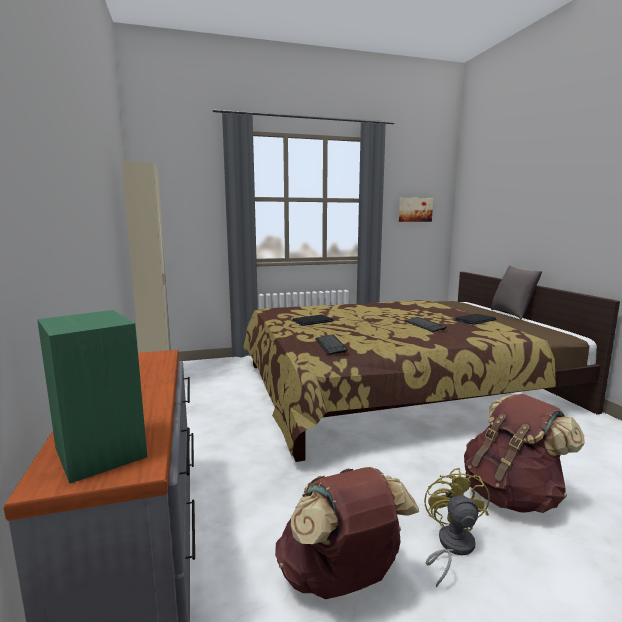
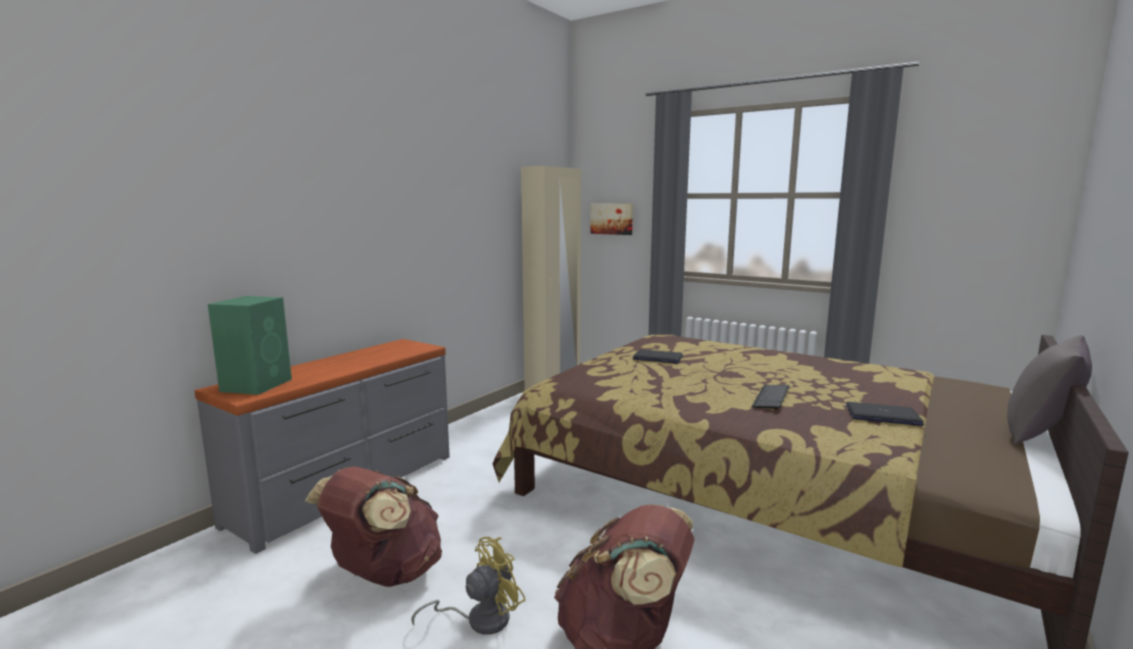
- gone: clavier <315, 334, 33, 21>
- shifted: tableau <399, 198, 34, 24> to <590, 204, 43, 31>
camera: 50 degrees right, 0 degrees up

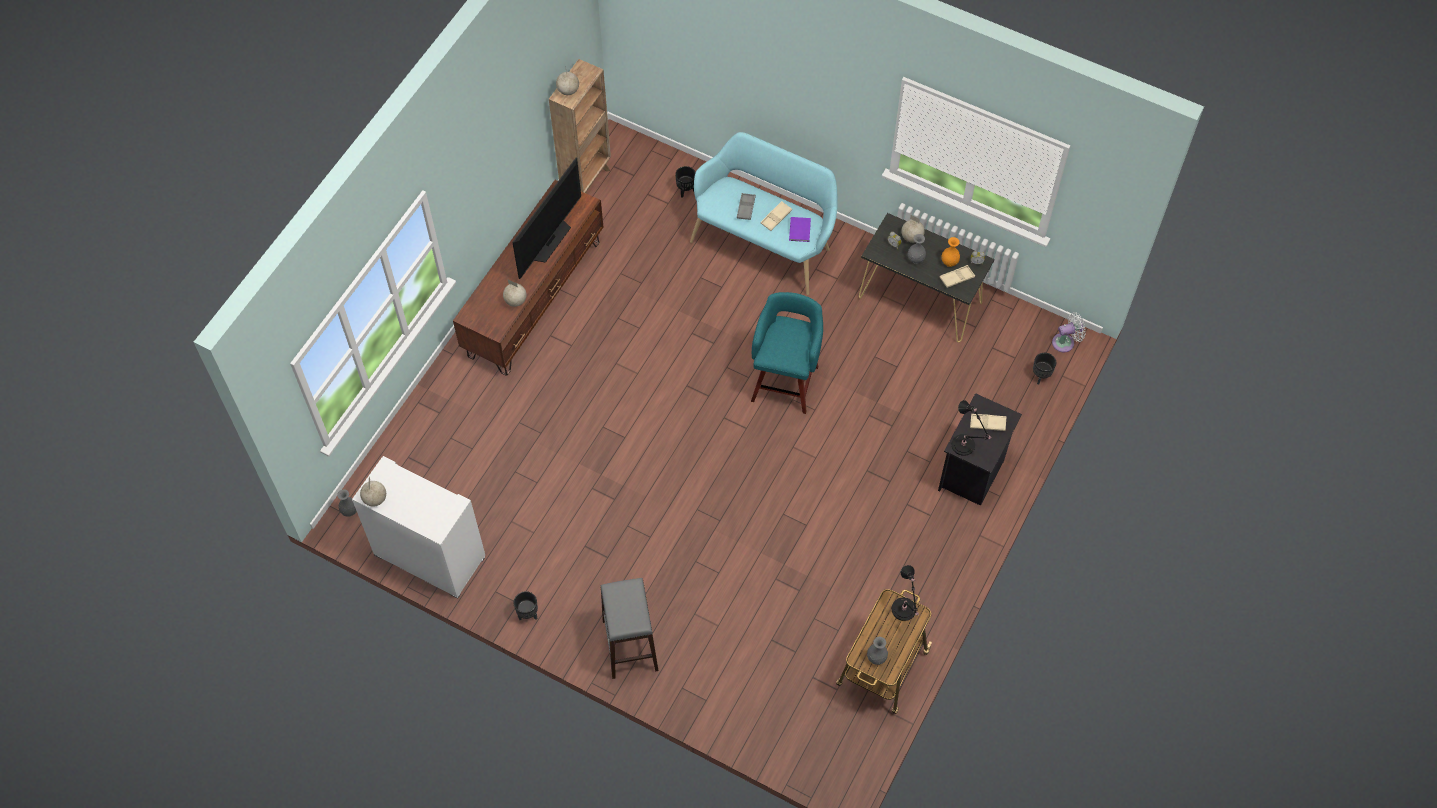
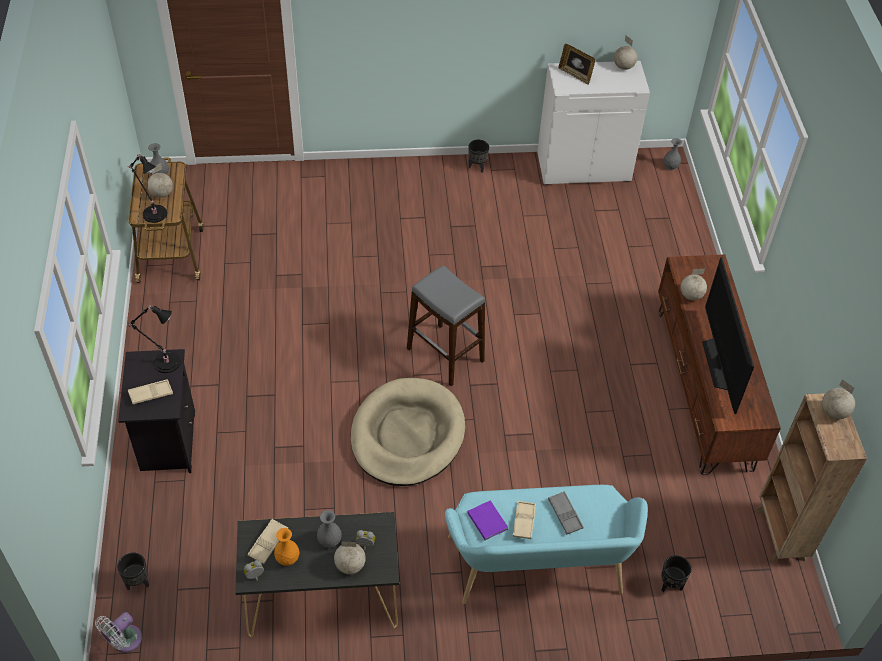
- shifted: tabouret/gris <600, 578, 58, 101> to <407, 265, 78, 121>
- swapped: tabouret/turquoise <751, 292, 72, 122> to panier pour chien/beige <351, 378, 114, 108>
- new: globe <147, 163, 26, 35>
- new: cadre photo <558, 44, 37, 41>
camera: 145 degrees right, 10 degrees down

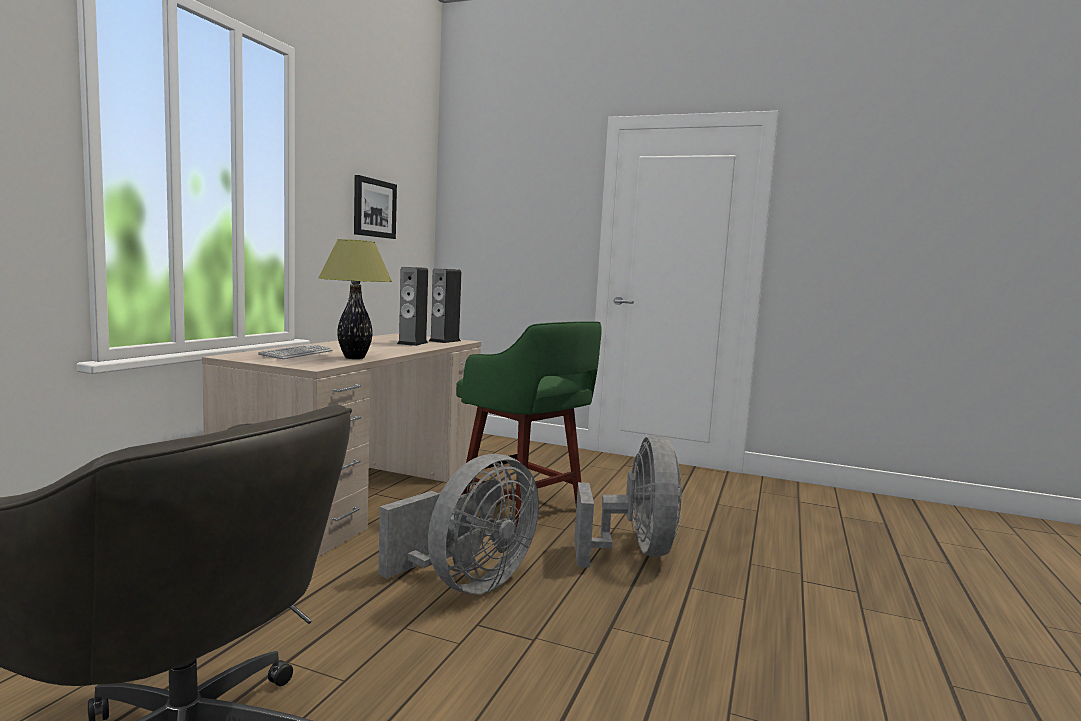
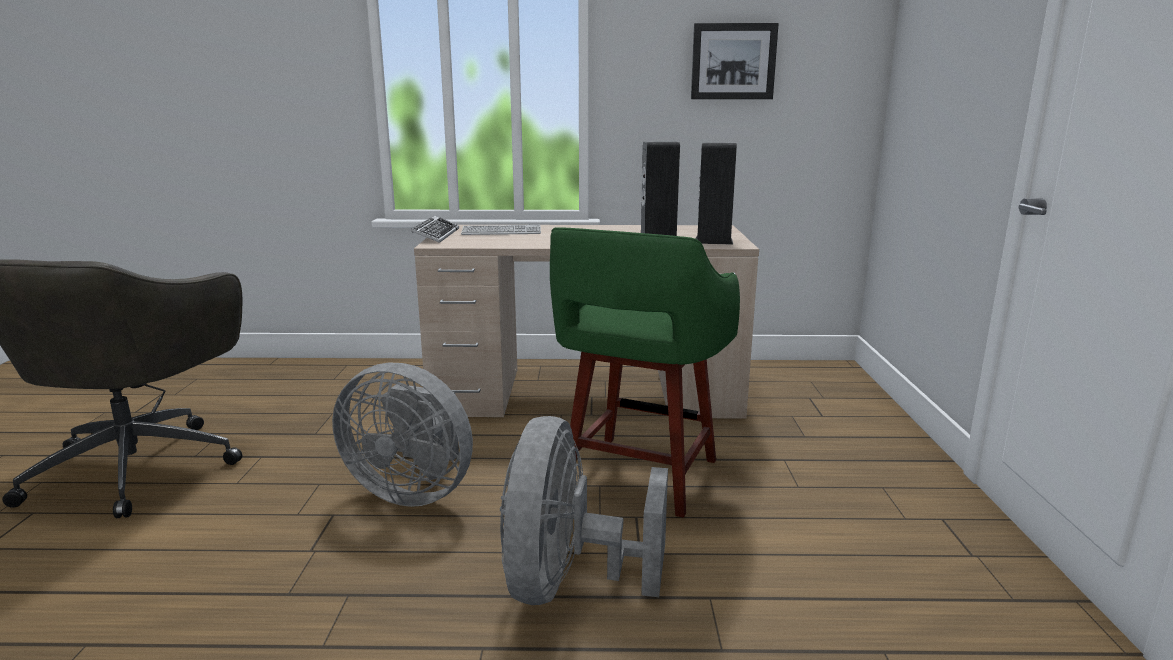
- gone: lampe de table <318, 239, 74, 120>
- rotated: ventilateur/gris <574, 435, 109, 133> = <500, 416, 168, 189> 120 degrees clockwise
- new: clavier <411, 216, 48, 27>
camera: 70 degrees right, 10 degrees up

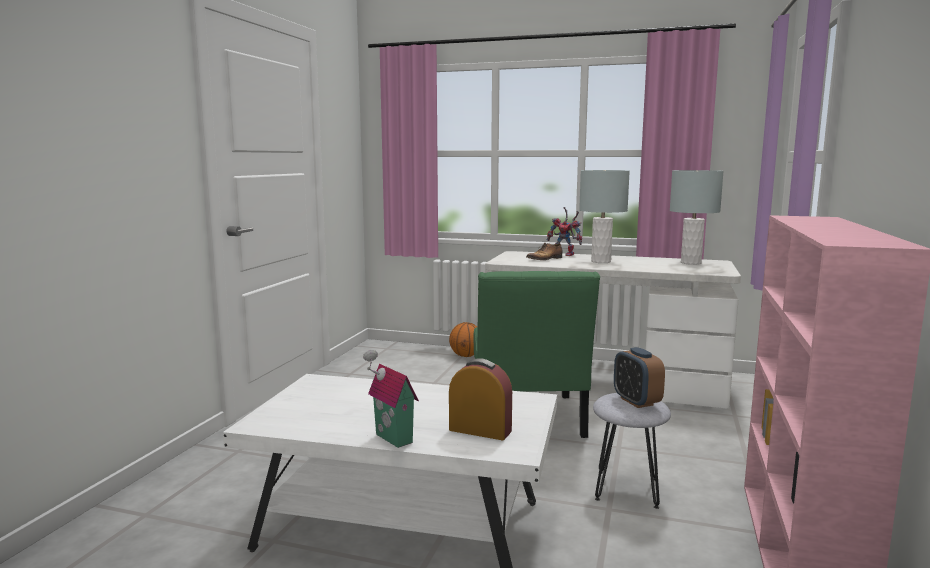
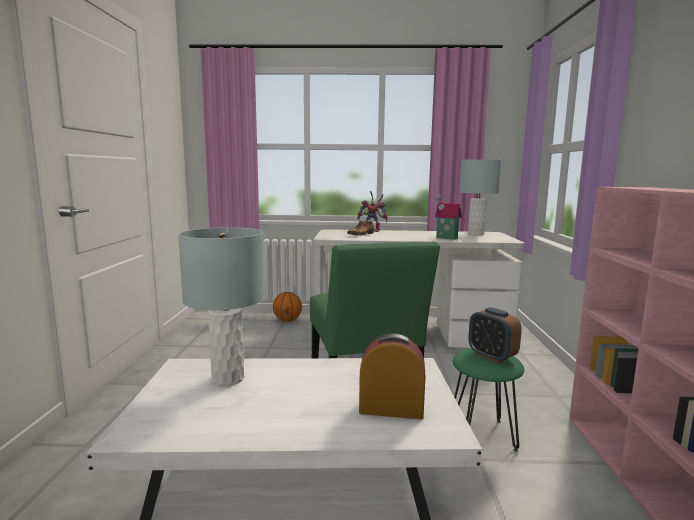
- shifted: maison miniature <363, 350, 56, 98> to <435, 194, 27, 46>
- shifted: lampe de table/gris <579, 170, 51, 93> to <178, 227, 87, 159>
- repainted: tabouret/gris <593, 393, 78, 116> to tabouret/vert <453, 348, 71, 104>
camera: 15 degrees left, 0 degrees up

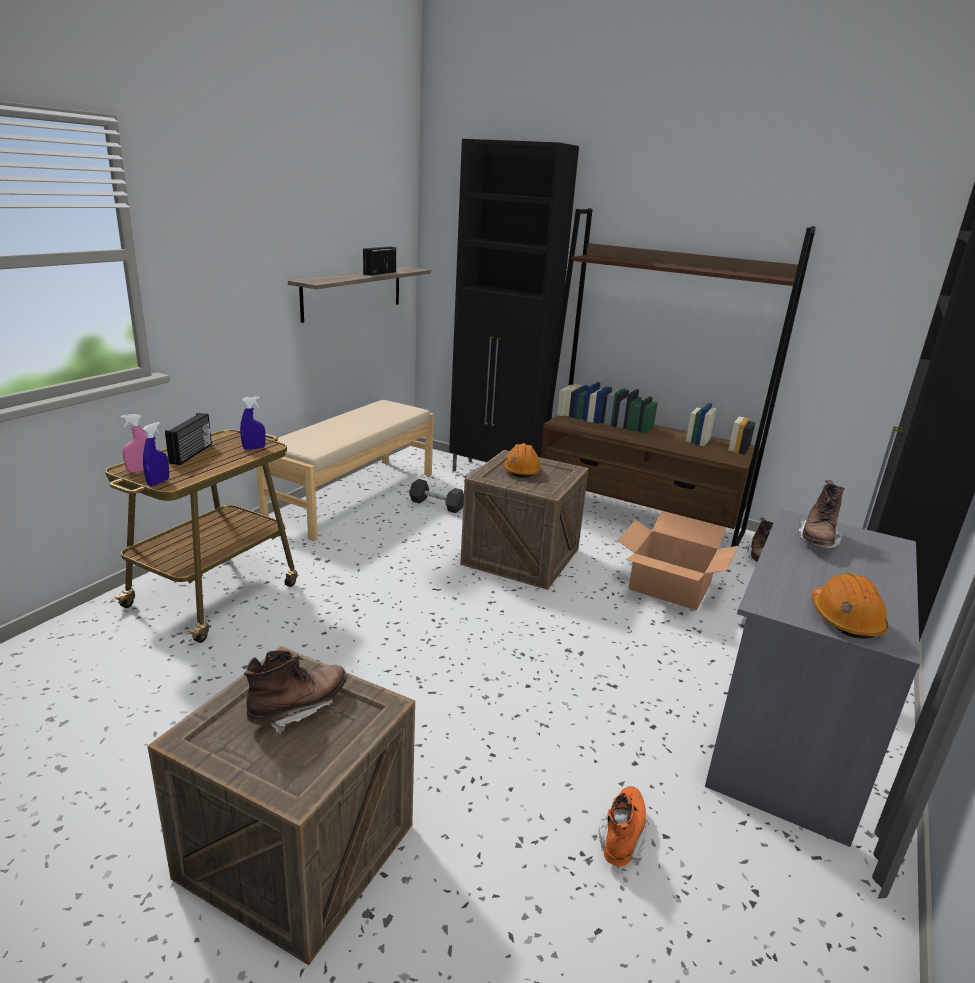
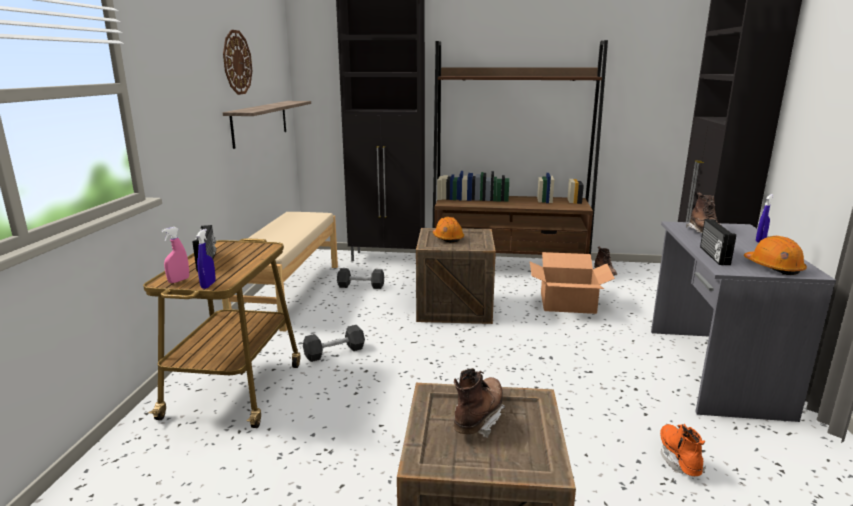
- shifted: vaporisateur/bleu <240, 396, 26, 54> to <756, 194, 17, 48>
- shifted: radio <363, 246, 33, 29> to <700, 219, 36, 46>
- new: horloge murale <223, 30, 29, 65>
- new: haltère/noir <303, 325, 62, 37>
camera: 20 degrees left, 5 degrees down

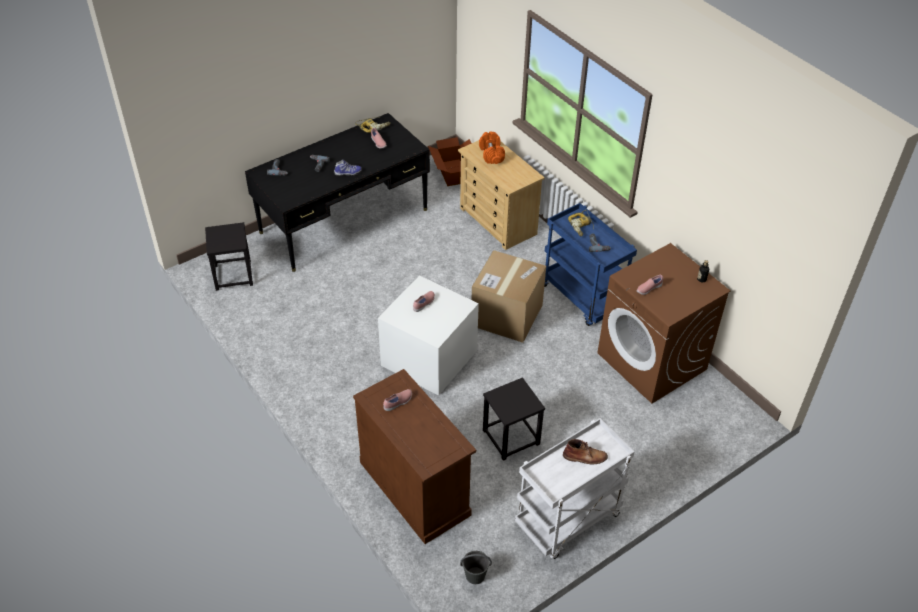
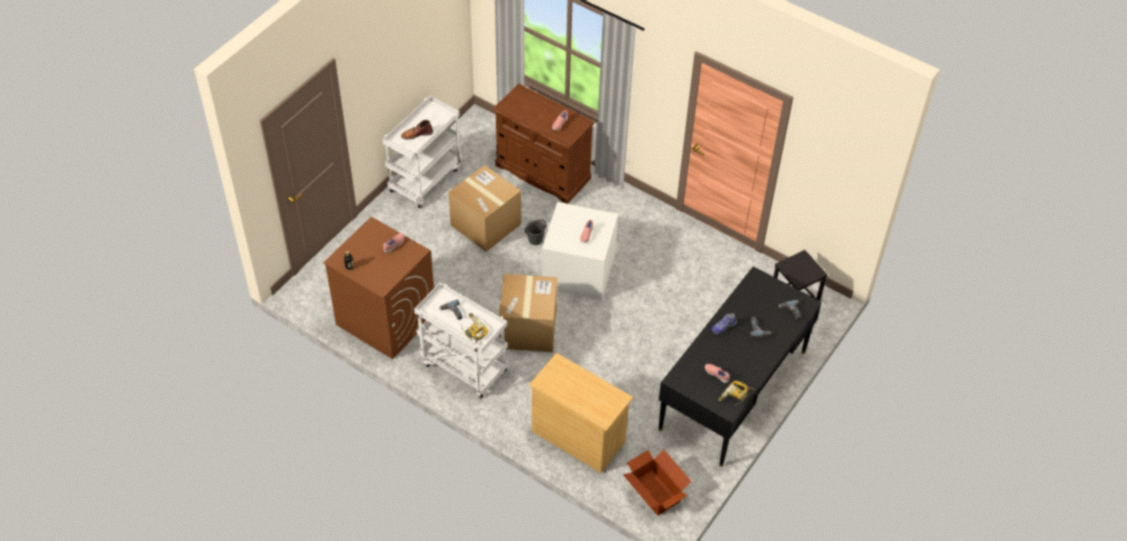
- shifted: seau/gris <460, 551, 32, 33> to <525, 219, 22, 26>
- gone: haltère/orange <479, 131, 26, 33>
- swapped: tabouret/noir <483, 378, 62, 83> to carton <448, 165, 73, 87>
- repainted: chariot/bleu <544, 203, 93, 123> to chariot/blanc <414, 283, 94, 115>
camera: 160 degrees right, 5 degrees up

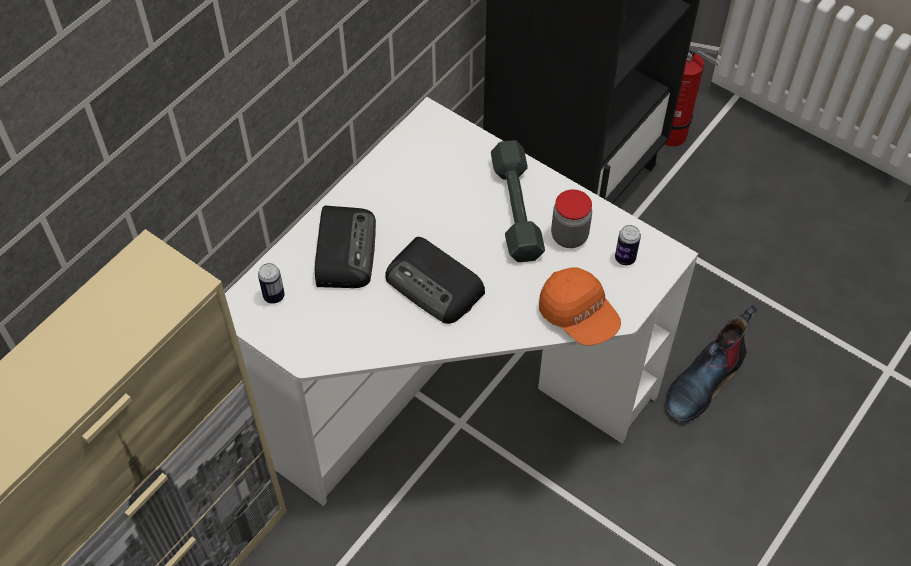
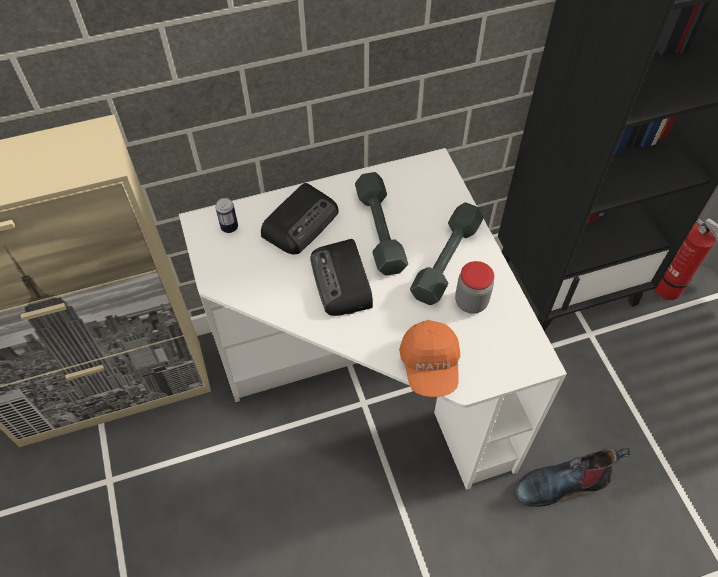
- gone: boîte métallique <615, 225, 26, 40>
- new: haltère/gris <355, 172, 53, 104>
camera: 35 degrees right, 0 degrees up

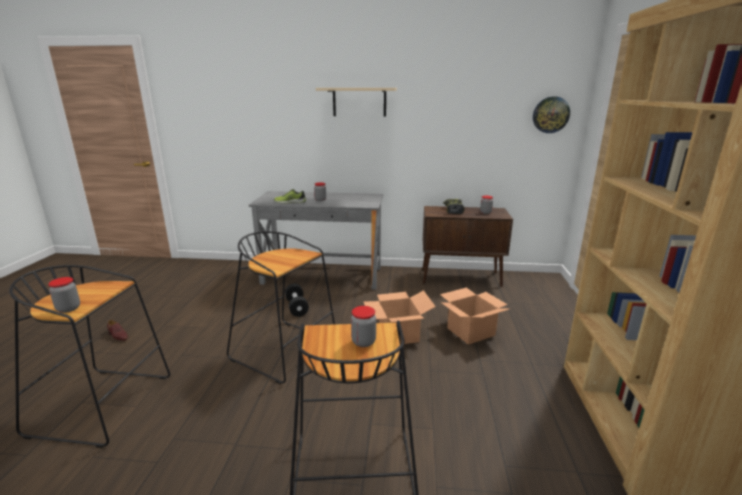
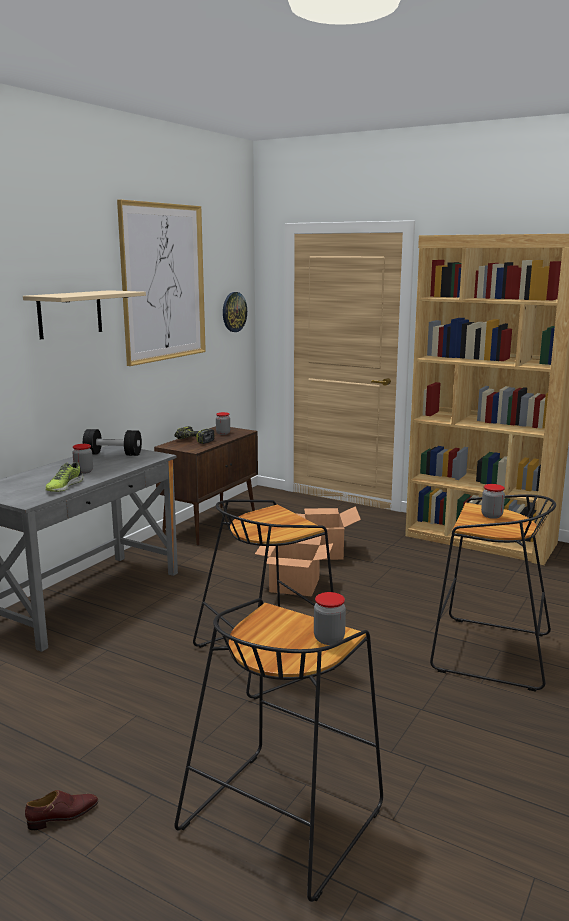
- shifted: haltère/noir <285, 283, 24, 34> to <83, 429, 59, 27>
- new: tableau <117, 200, 89, 166>
camera: 65 degrees left, 5 degrees down

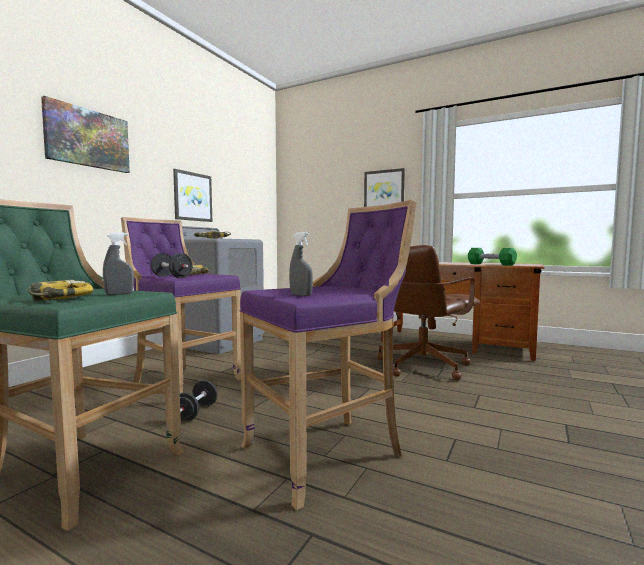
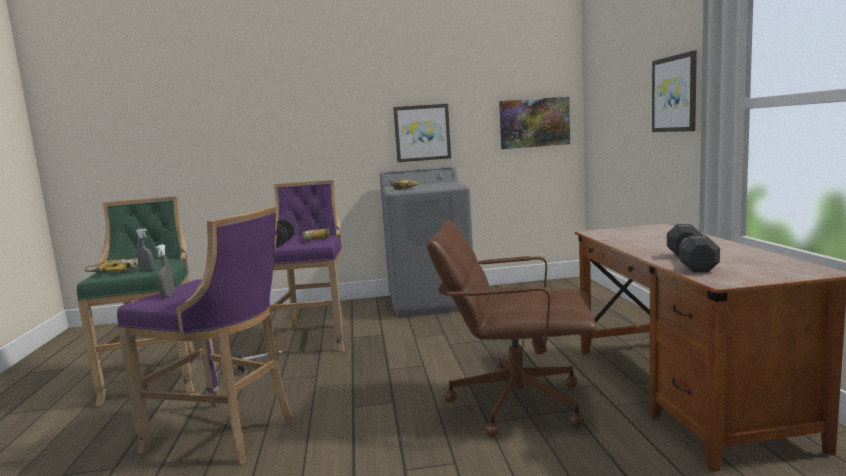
- shifted: tableau <41, 96, 89, 77> to <499, 97, 71, 52>
- repainted: haltère/vert <468, 248, 49, 17> to haltère/noir <667, 224, 53, 48>
camera: 55 degrees right, 5 degrees up

